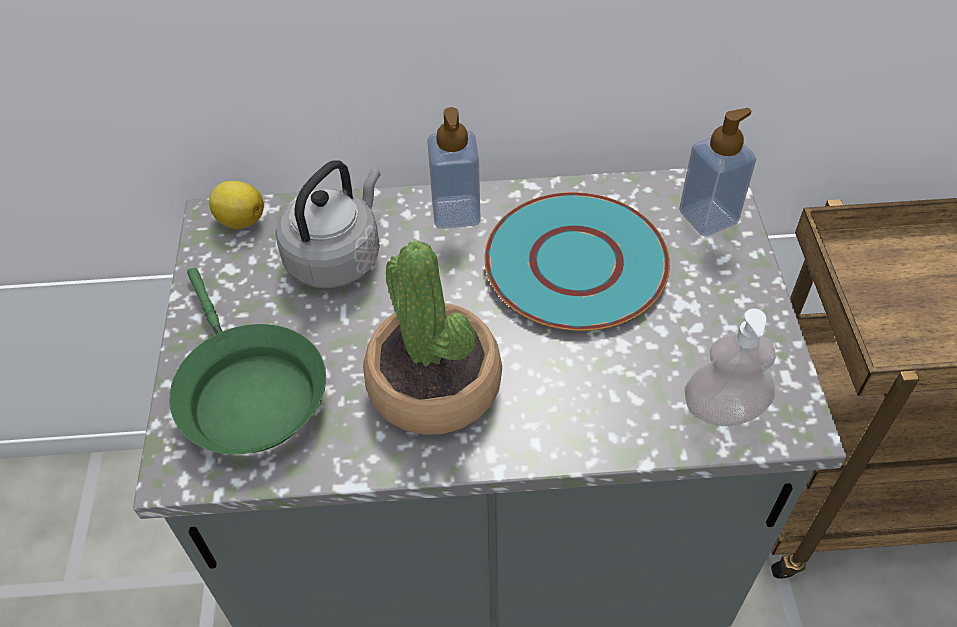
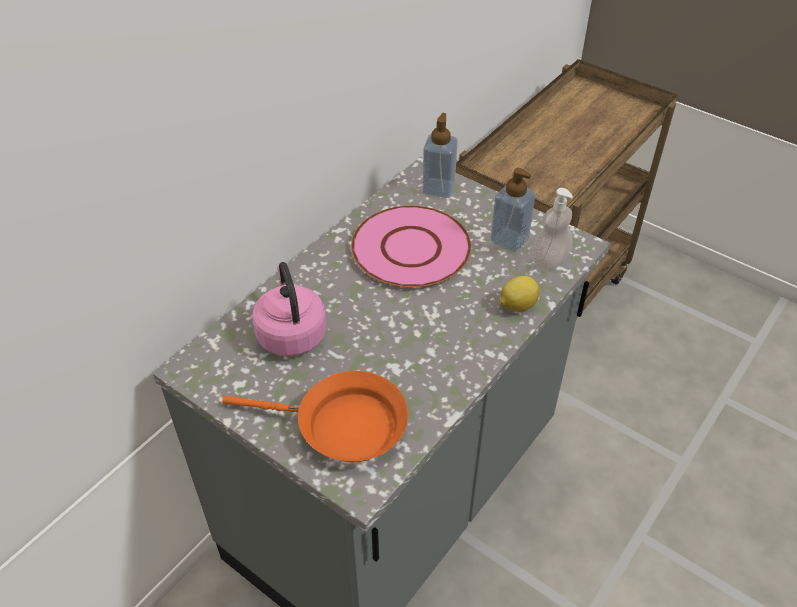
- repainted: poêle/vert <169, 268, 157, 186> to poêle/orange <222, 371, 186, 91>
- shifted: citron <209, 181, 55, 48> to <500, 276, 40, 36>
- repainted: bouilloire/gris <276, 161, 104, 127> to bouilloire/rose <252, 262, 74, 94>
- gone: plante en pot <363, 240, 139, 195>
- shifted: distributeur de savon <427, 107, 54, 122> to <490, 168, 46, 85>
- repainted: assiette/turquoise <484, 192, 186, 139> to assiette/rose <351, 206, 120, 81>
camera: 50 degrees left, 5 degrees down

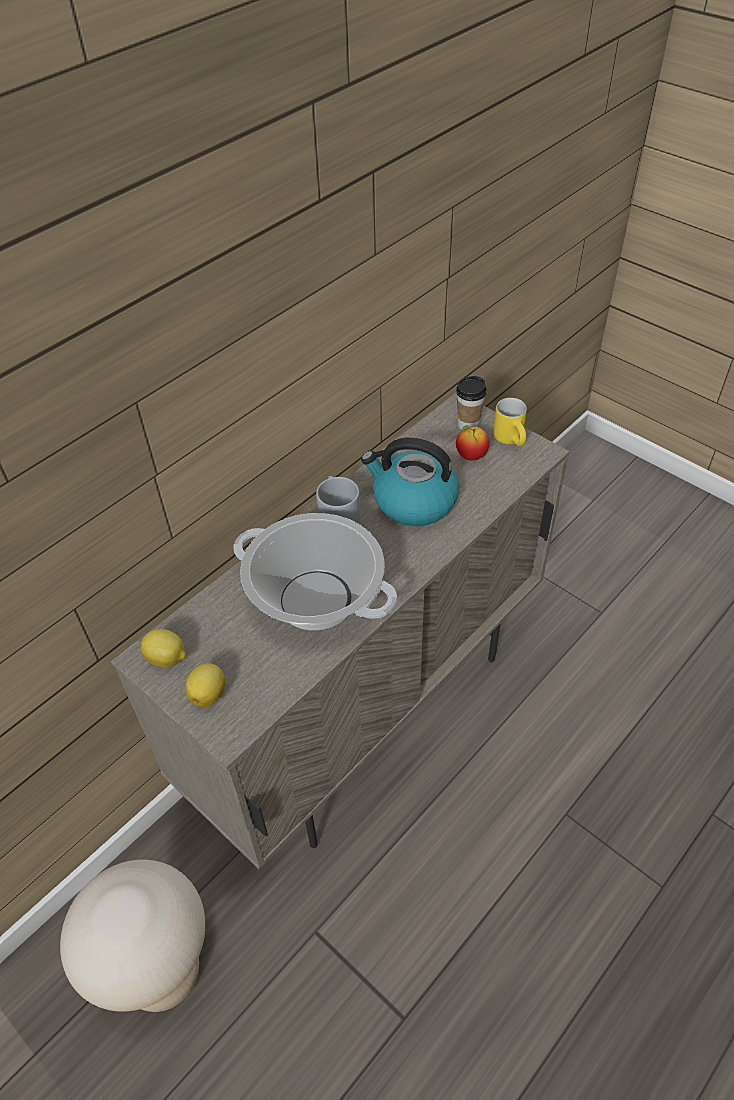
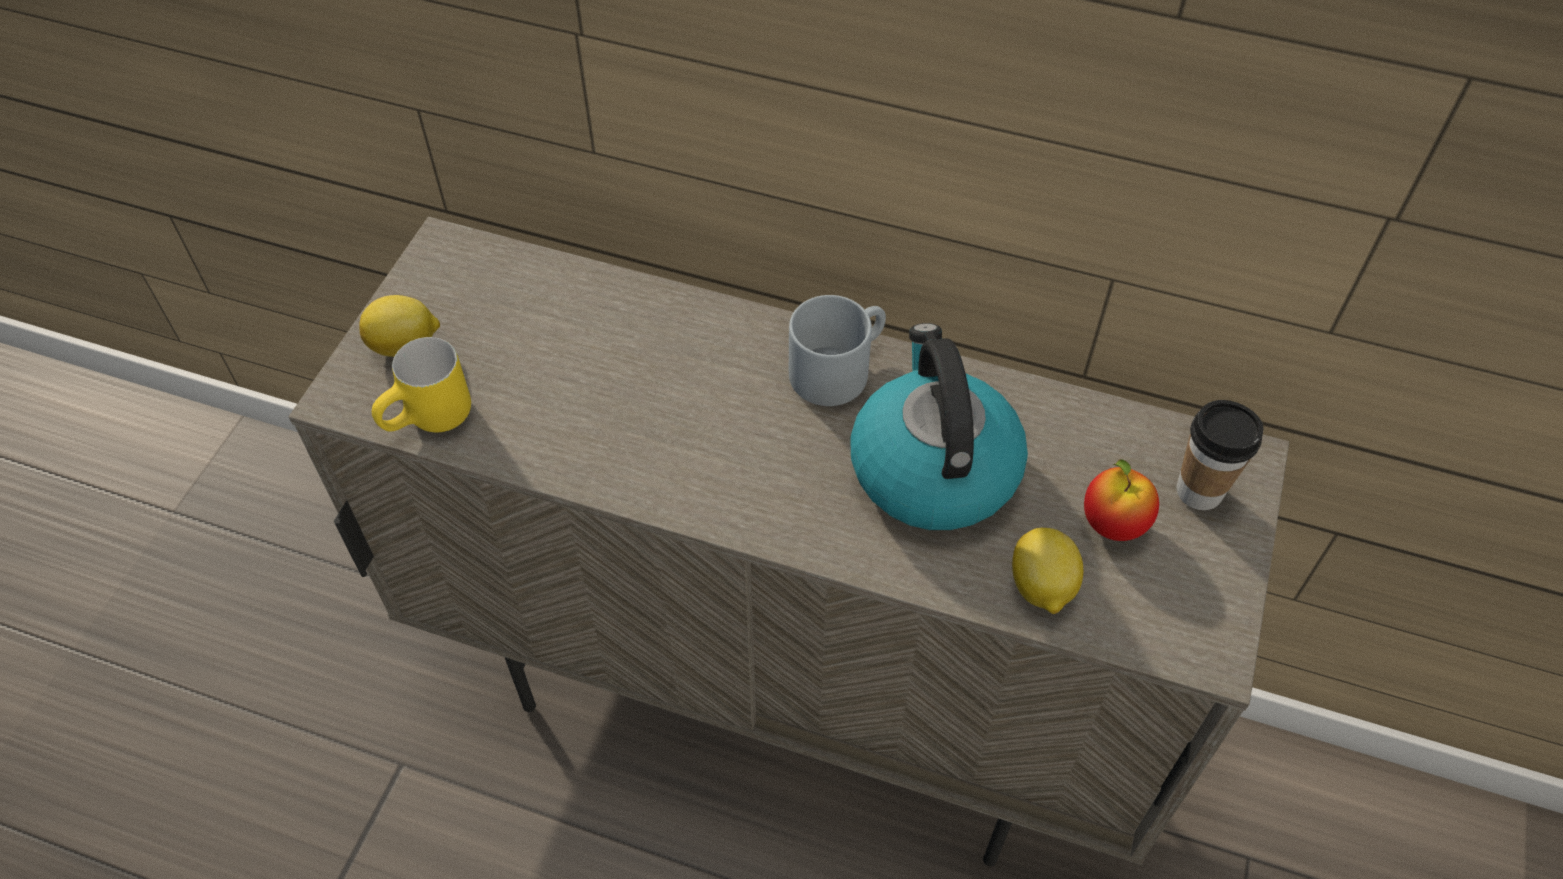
- gone: tabouret/beige <60, 860, 145, 152>
- shifted: citron <140, 629, 46, 38> to <1012, 528, 71, 86>
- gone: marmite <234, 513, 163, 117>
- shifted: mug/jaune <493, 398, 34, 48> to <372, 337, 99, 96>
camera: 65 degrees right, 5 degrees up

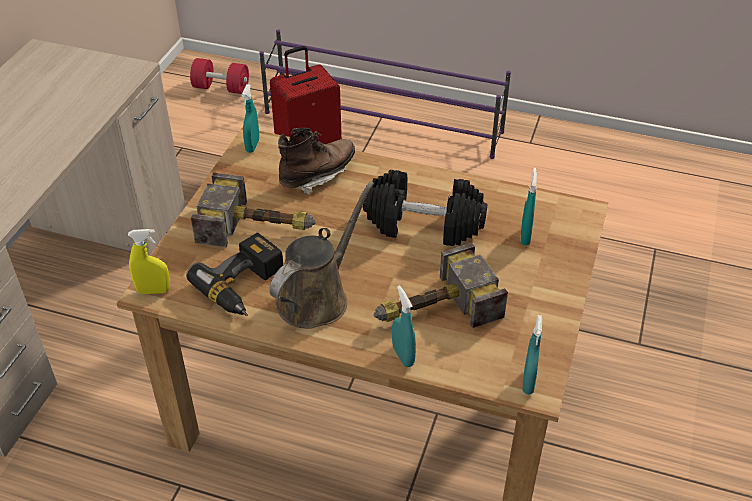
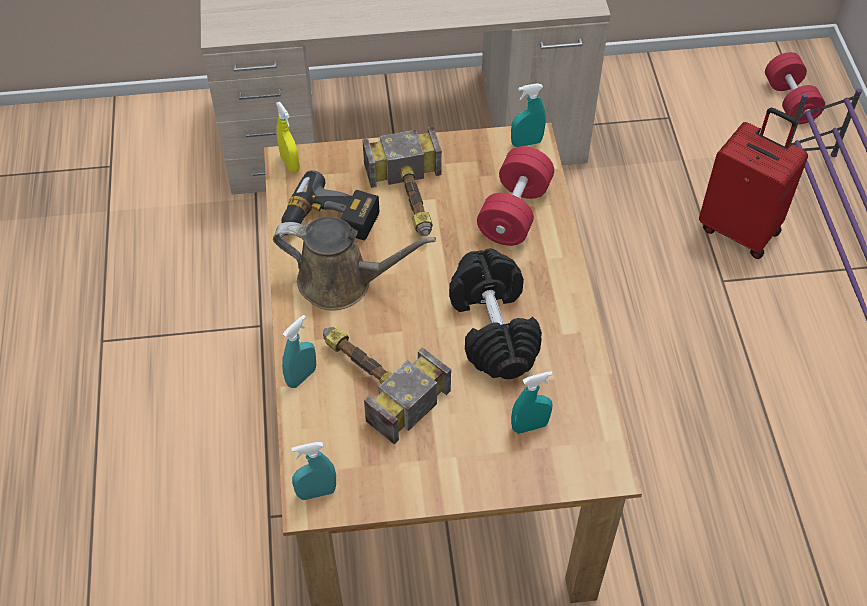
- swapped: botte/marron <278, 128, 77, 67> to haltère/rouge <477, 146, 77, 100>
camera: 65 degrees right, 10 degrees up

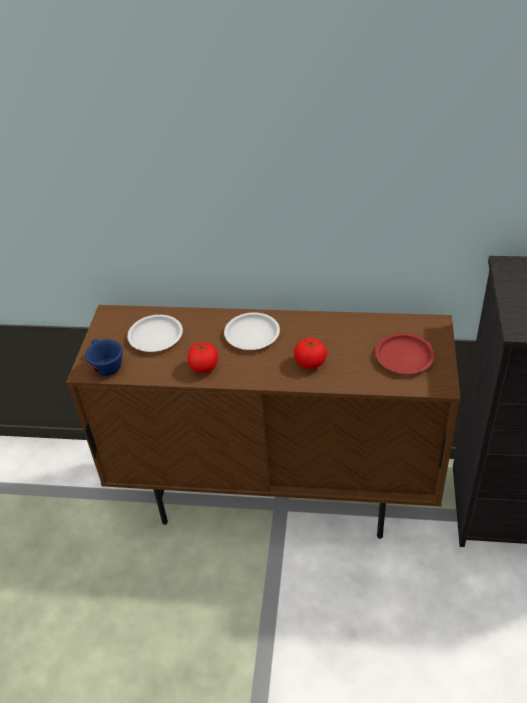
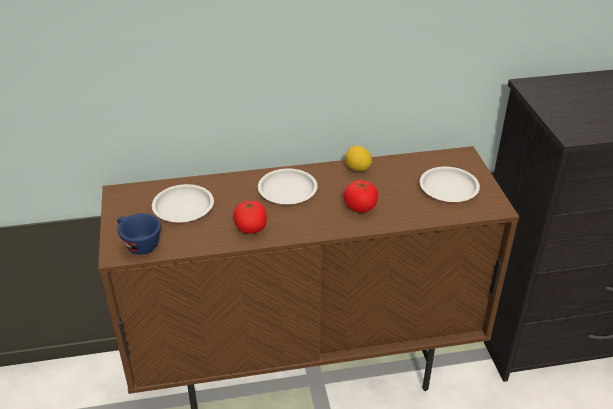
- repainted: assiette/rouge <375, 333, 60, 41> to assiette/blanc <420, 167, 60, 35>
- new: citron <345, 146, 27, 25>
camera: 20 degrees left, 5 degrees down

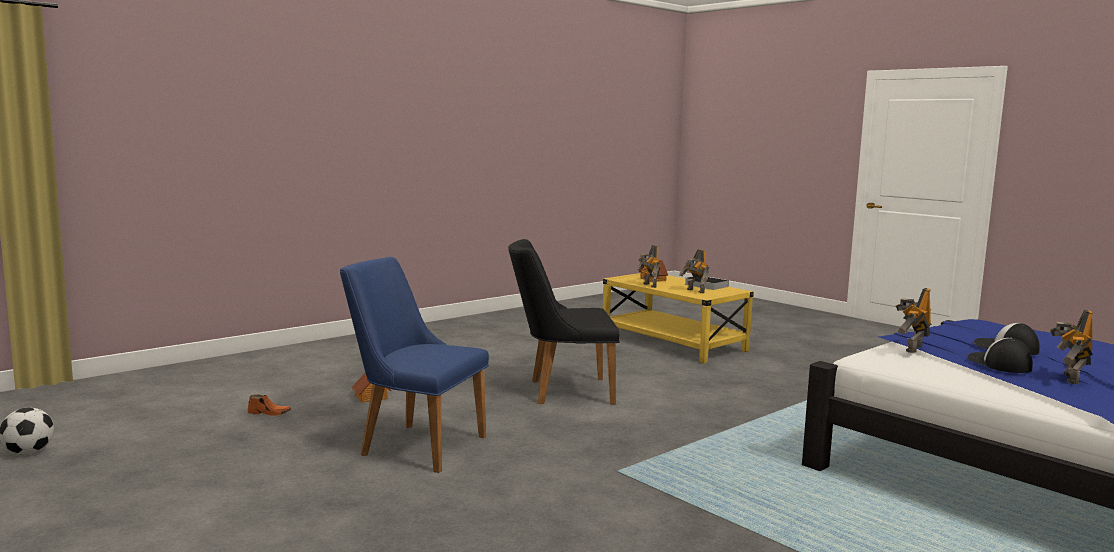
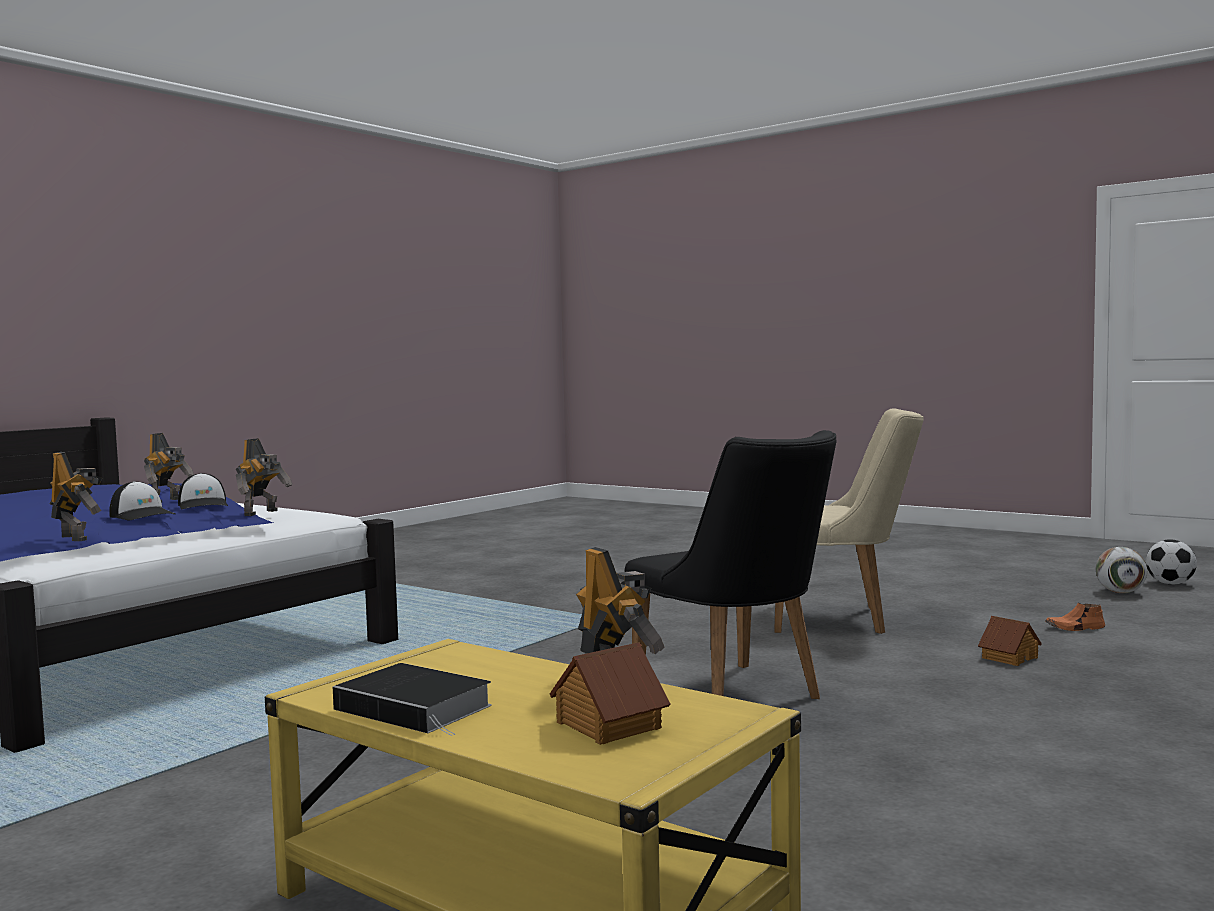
- repainted: chaise/bleu <340, 257, 149, 216> to chaise/beige <774, 409, 150, 225>
- rotated: chaise/noir <508, 239, 112, 166> = <625, 430, 211, 269> 75 degrees clockwise
- shifted: robot jouet <679, 249, 30, 44> to <50, 452, 52, 89>
- new: ballon de foot <1096, 547, 51, 46>
camera: 170 degrees right, 5 degrees down

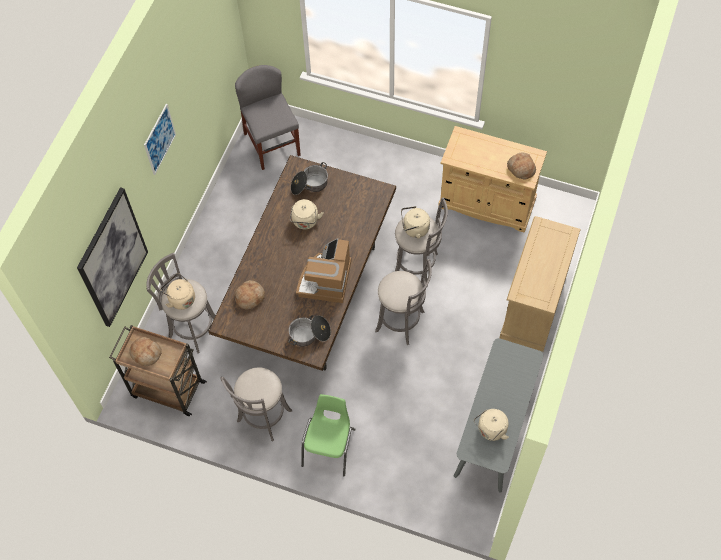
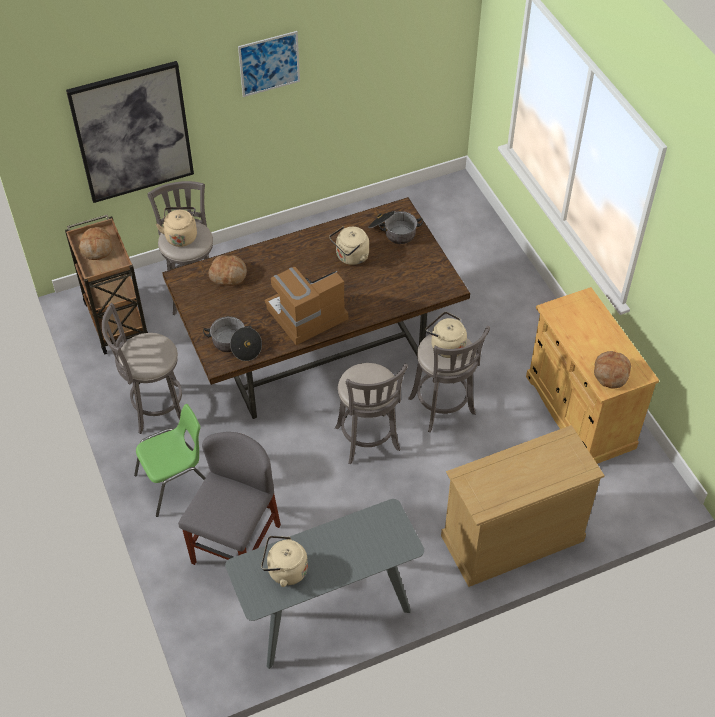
- shifted: chaise/gris <235, 65, 66, 105> to <178, 432, 103, 133>
camera: 45 degrees right, 10 degrees down

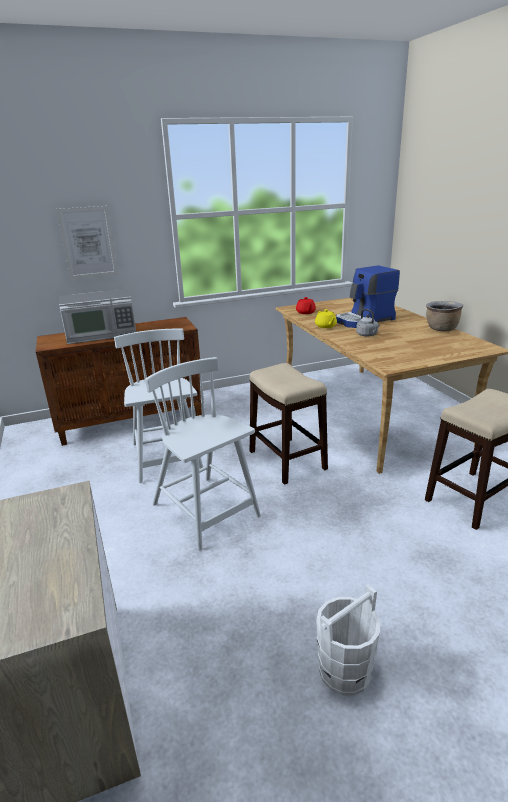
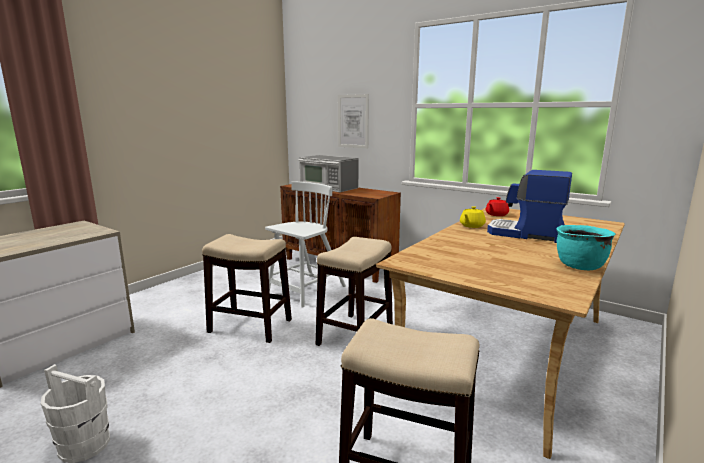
- swapped: chaise/blanc <145, 357, 116, 193> to tabouret <202, 234, 90, 109>
- gone: bouilloire/gris <356, 309, 24, 28>
- repainted: marmite/marron <426, 301, 37, 30> to marmite/turquoise <557, 225, 58, 45>
camera: 55 degrees right, 10 degrees down

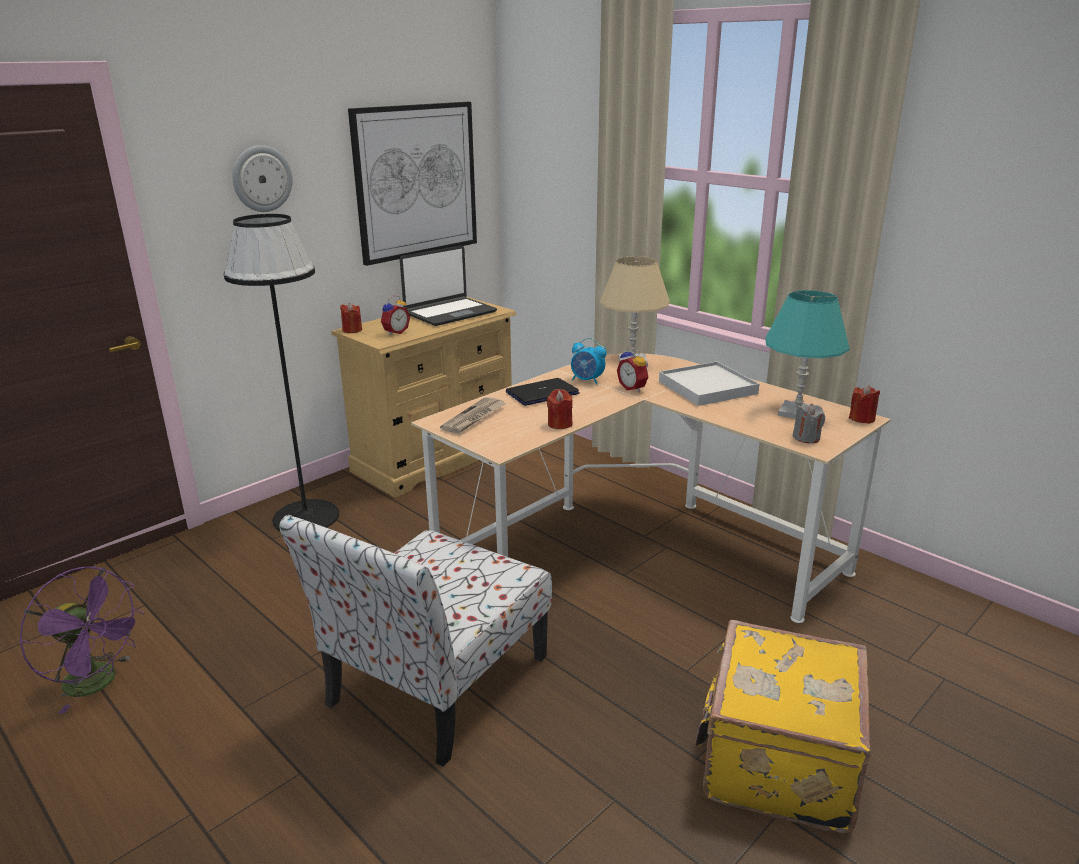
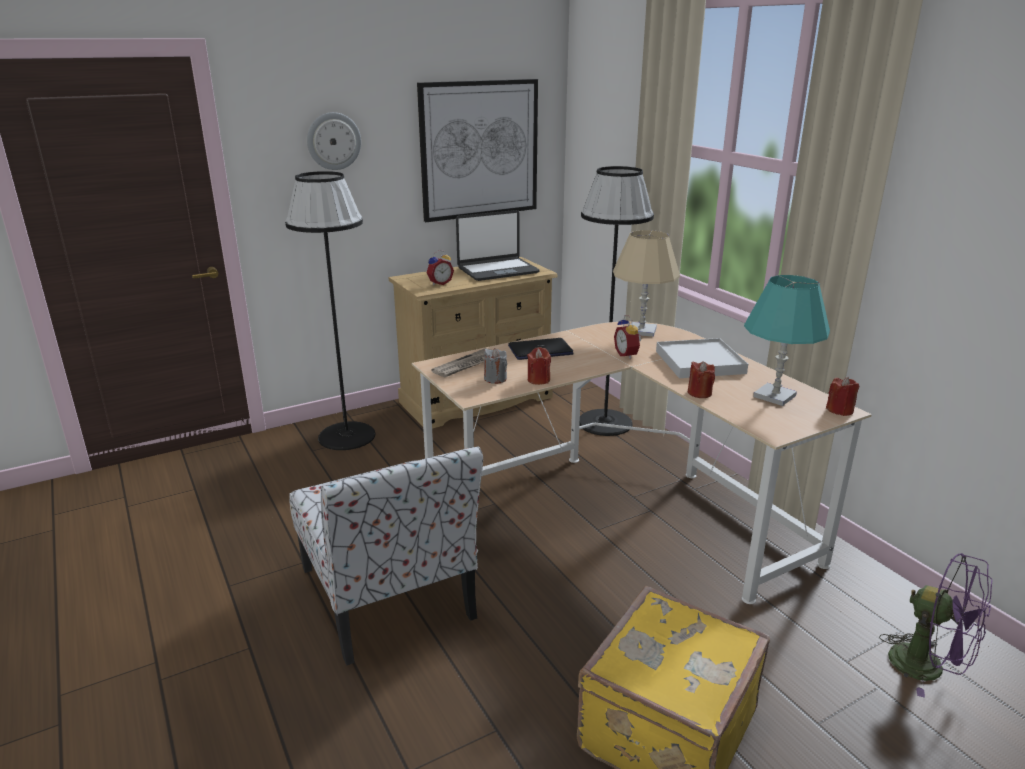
- shifted: ventilateur/violet <19, 566, 125, 148> to <879, 553, 113, 145>
- rotated: chaise <279, 515, 273, 252> = <289, 446, 194, 219> 75 degrees counterclockwise
- shifted: bougie/rouge <340, 303, 22, 30> to <688, 361, 27, 37>
- gone: réveil <571, 338, 36, 47>
- shifted: bougie/gris <792, 404, 33, 40> to <484, 348, 23, 36>
- new: lampadaire/noir <579, 166, 75, 270>
camera: 15 degrees right, 0 degrees up

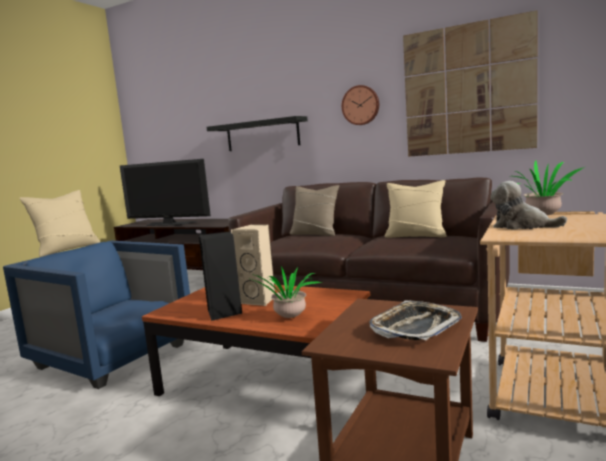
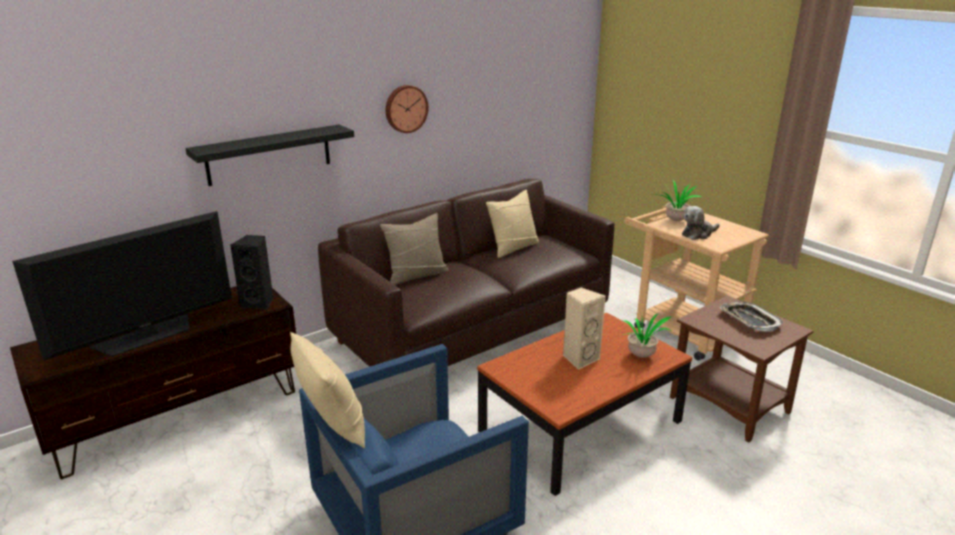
- shifted: enceinte/noir <199, 232, 43, 89> to <230, 235, 44, 75>
- gone: tableau <403, 10, 135, 147>
camera: 65 degrees left, 15 degrees up

